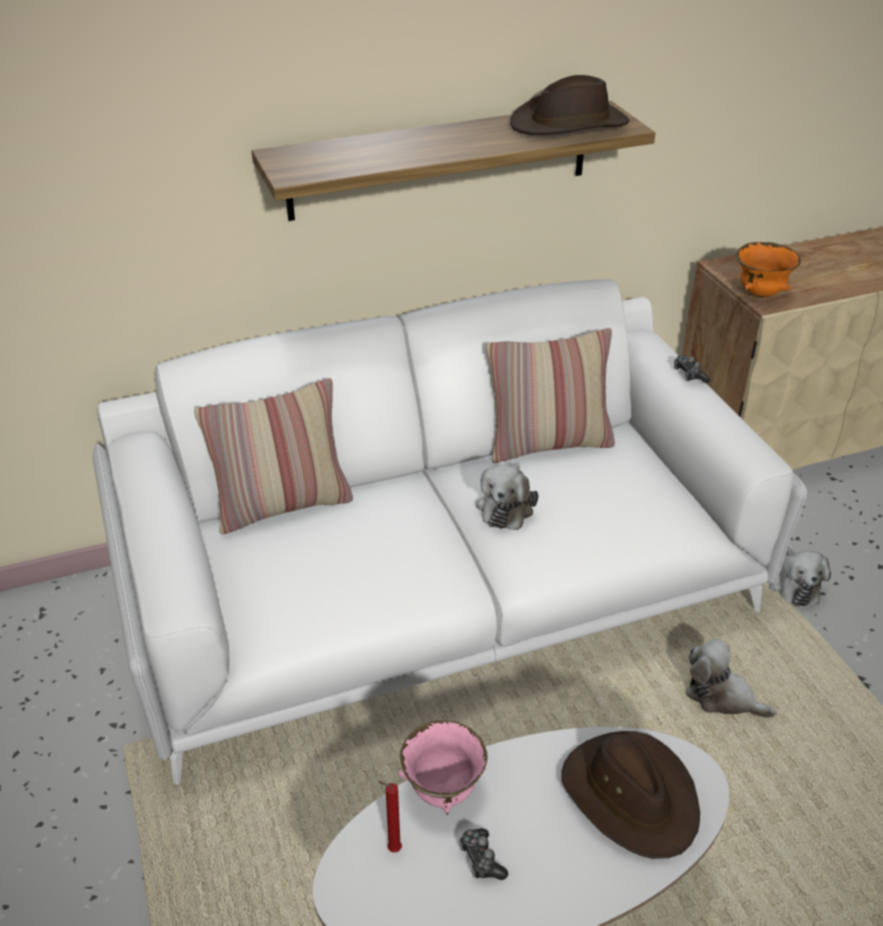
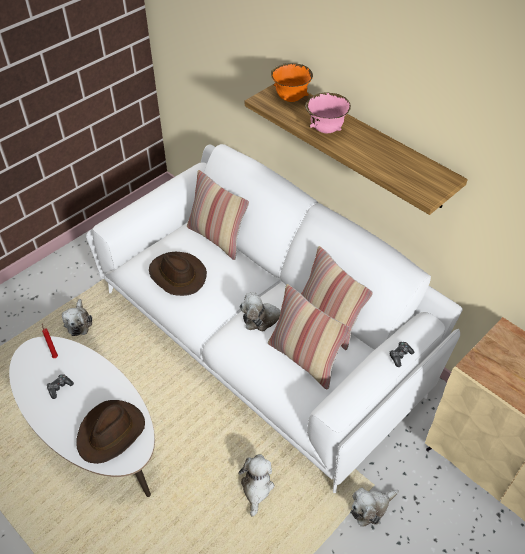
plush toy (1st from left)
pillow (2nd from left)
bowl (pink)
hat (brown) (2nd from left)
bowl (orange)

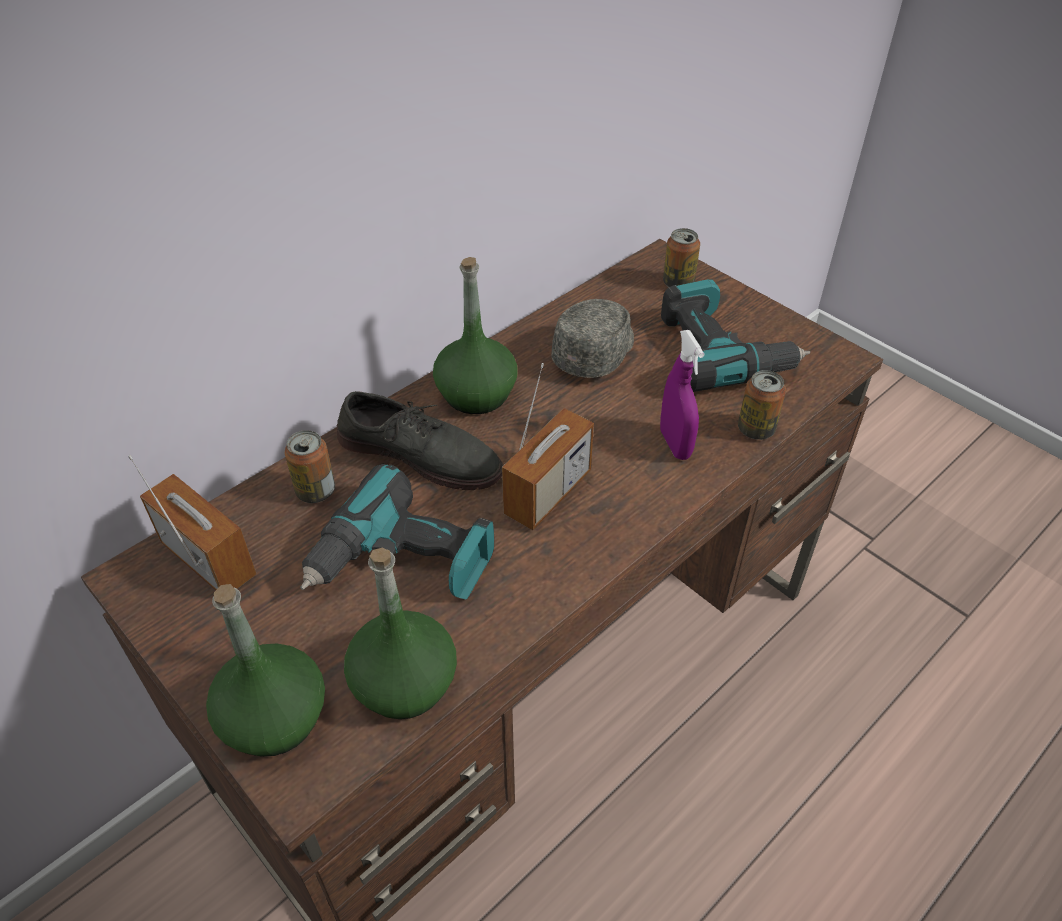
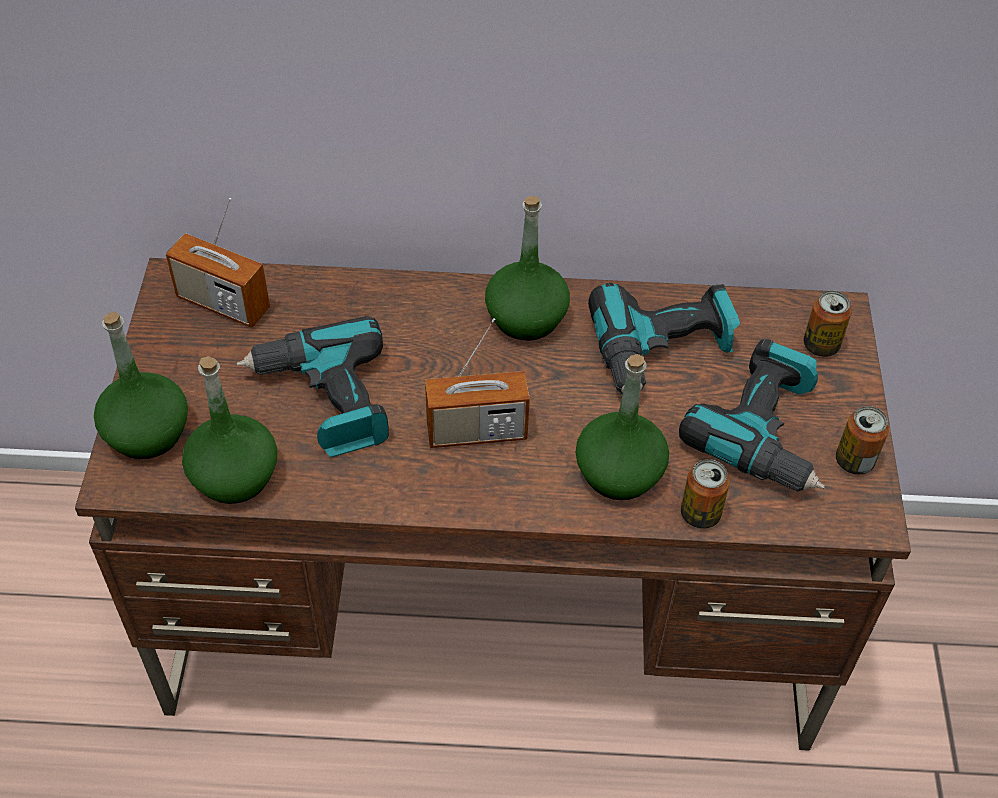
shoe (grey)
can (3rd from left)
power drill (2nd from left)
bottle (green) (4th from left)
radio (1st from left)

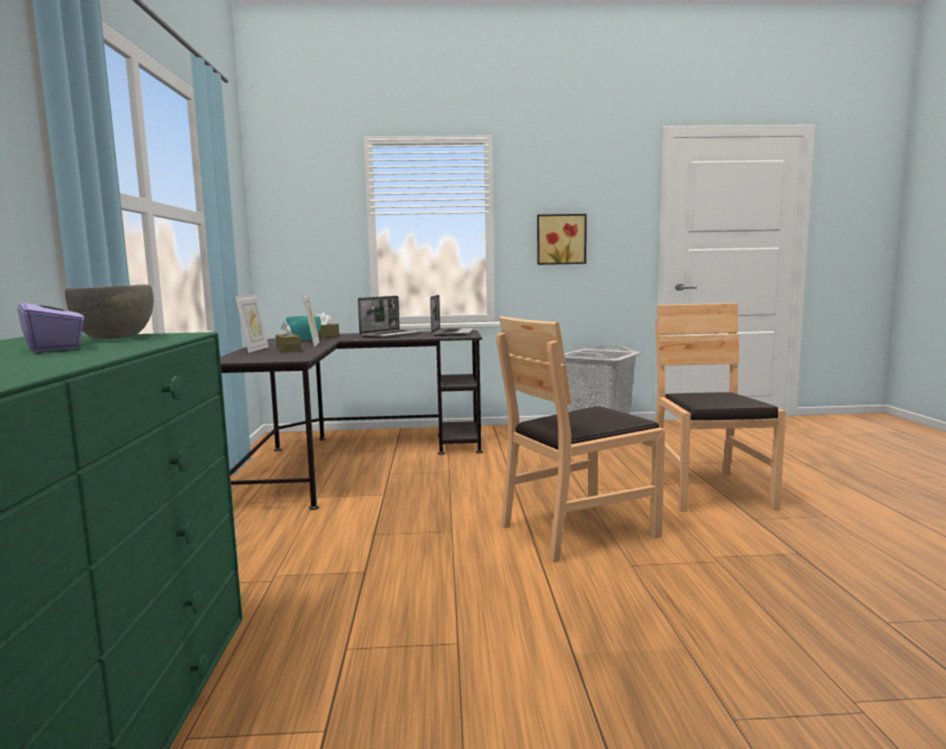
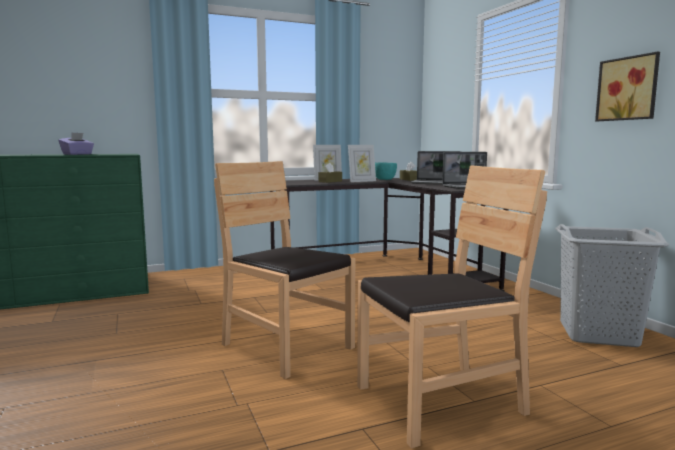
bowl (grey)

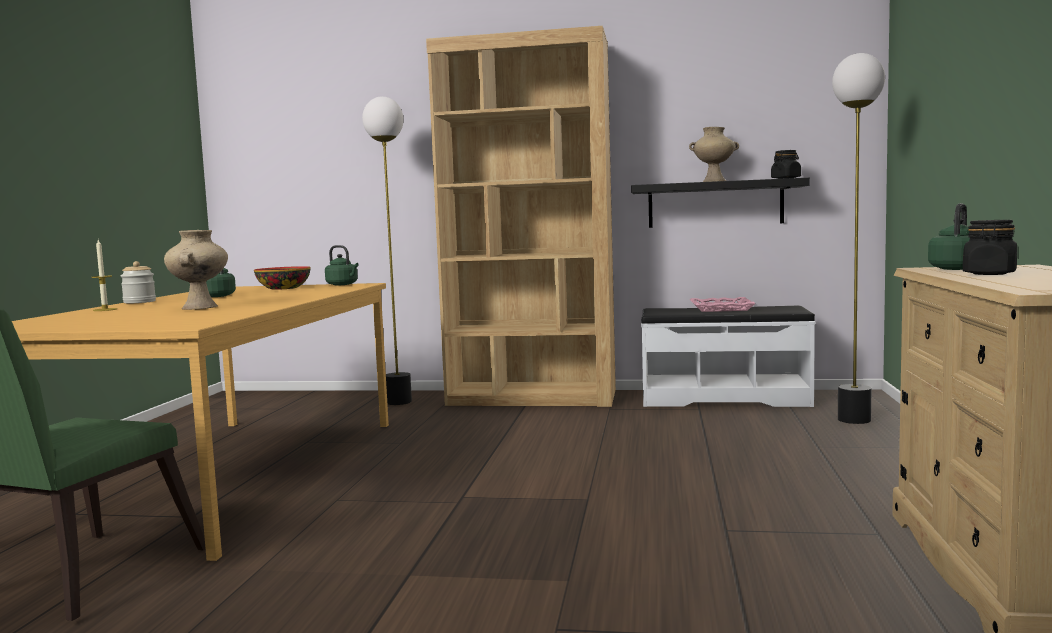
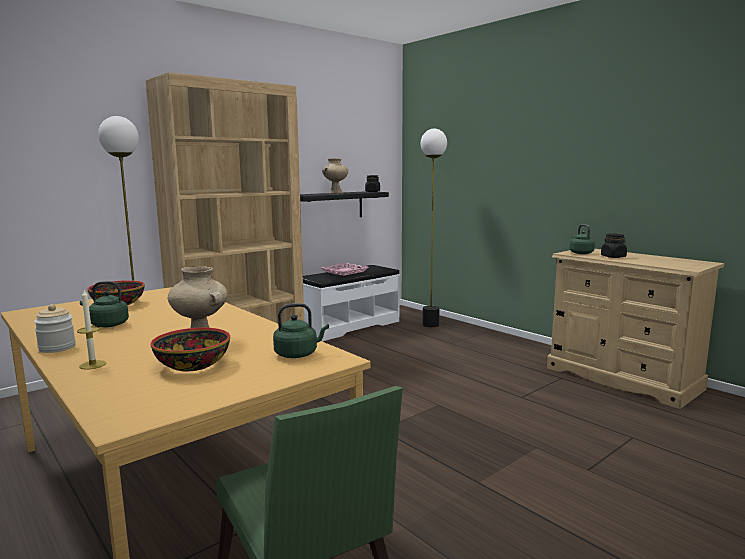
bowl (2nd from left)
kettle (green) (2nd from left)

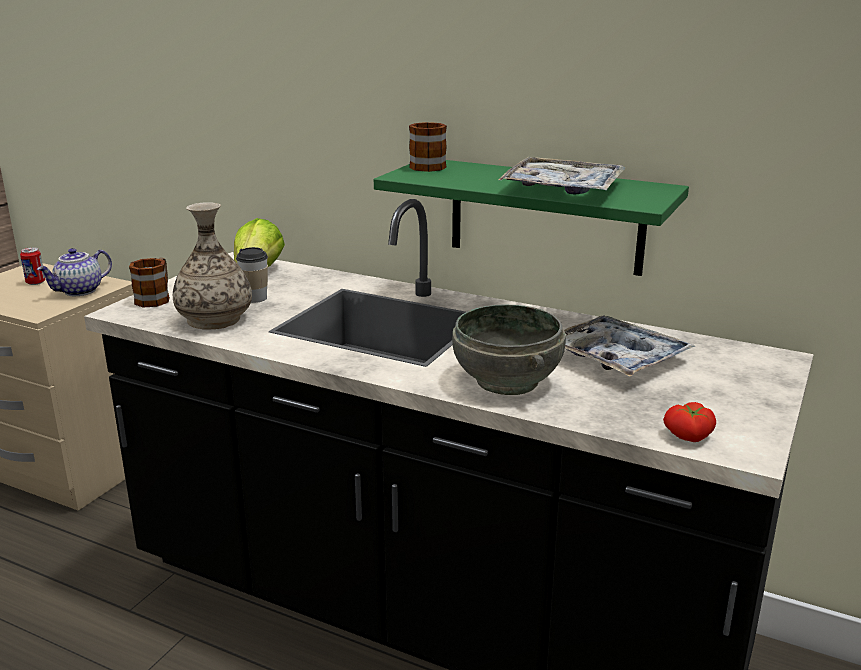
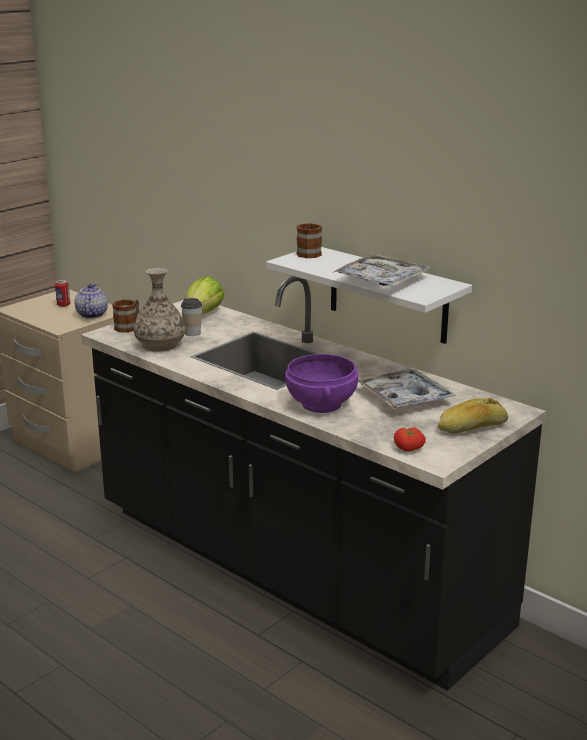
bread
shelf (white)
bowl (purple)
teapot

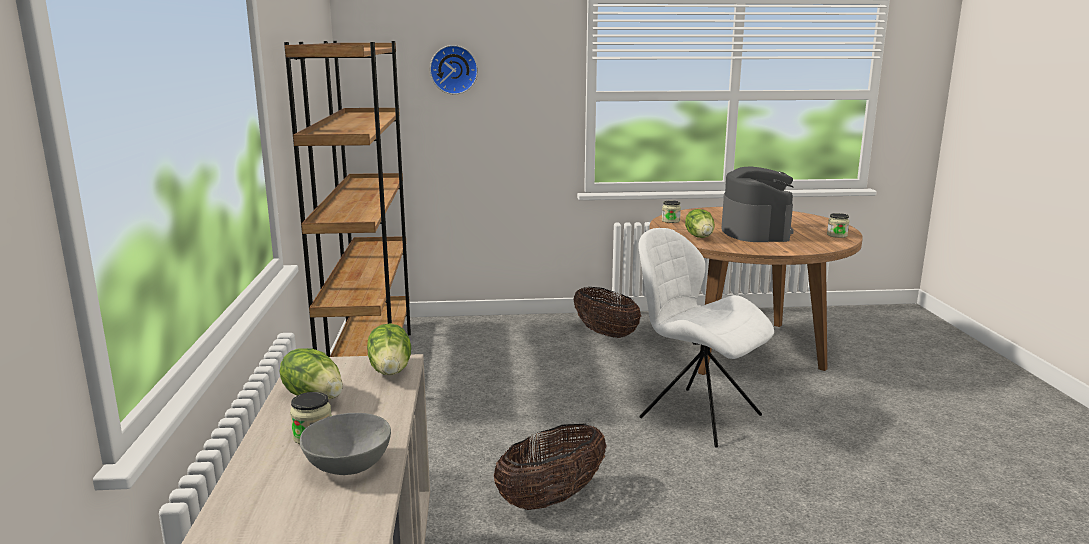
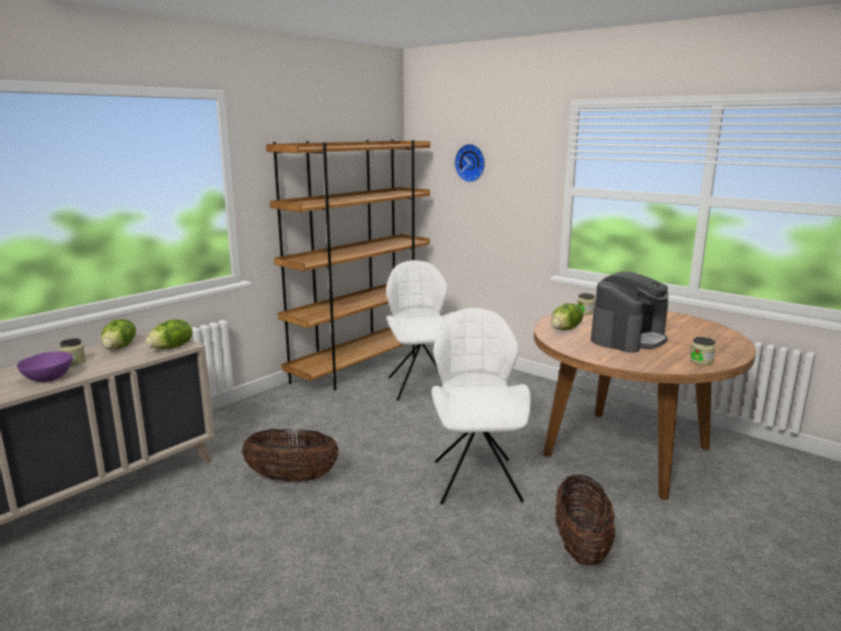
chair (white) (1st from left)
basket (2nd from left)
bowl (purple)

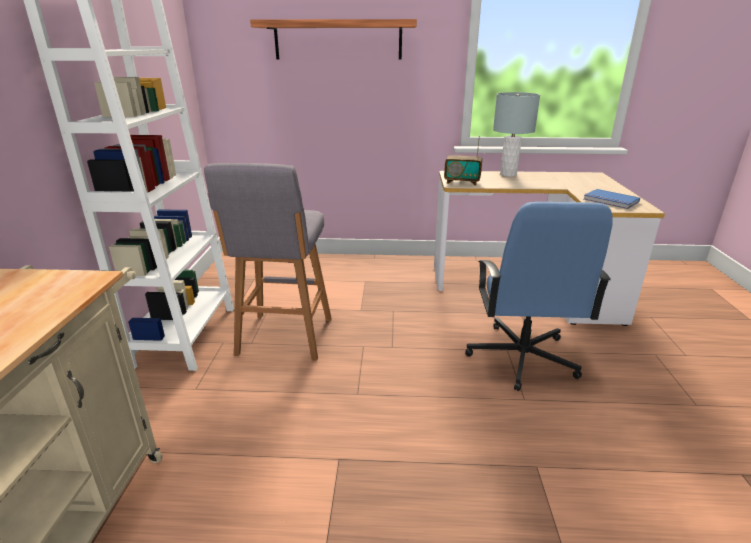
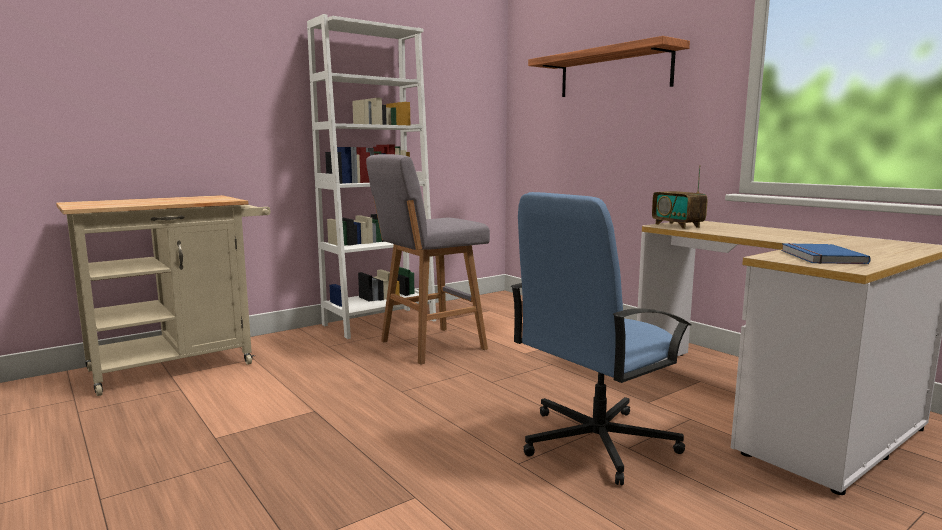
table lamp (grey)

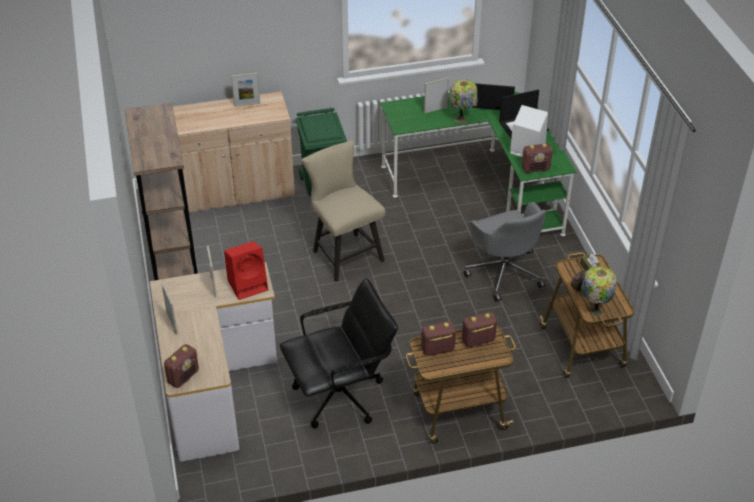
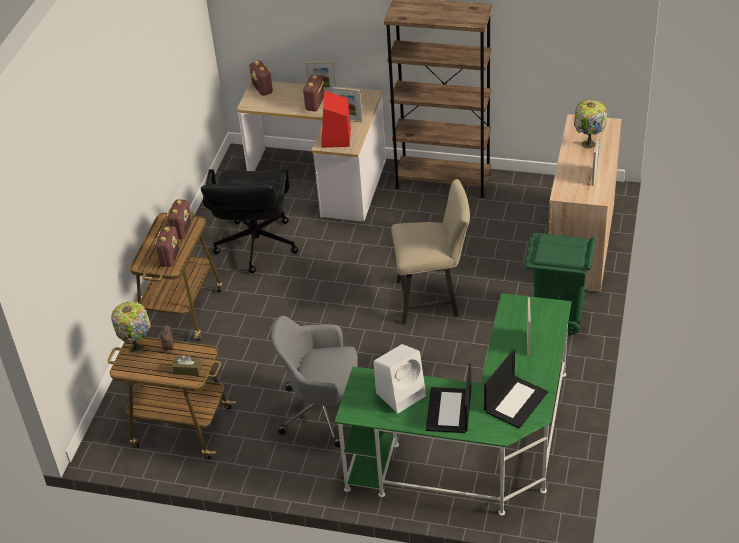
table lamp (2nd from left)
radio (4th from left)

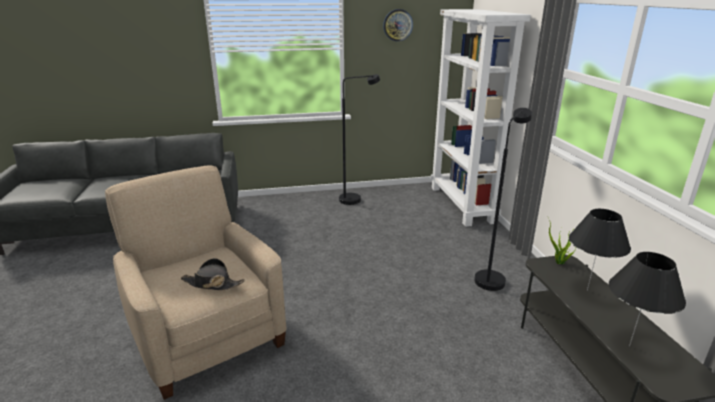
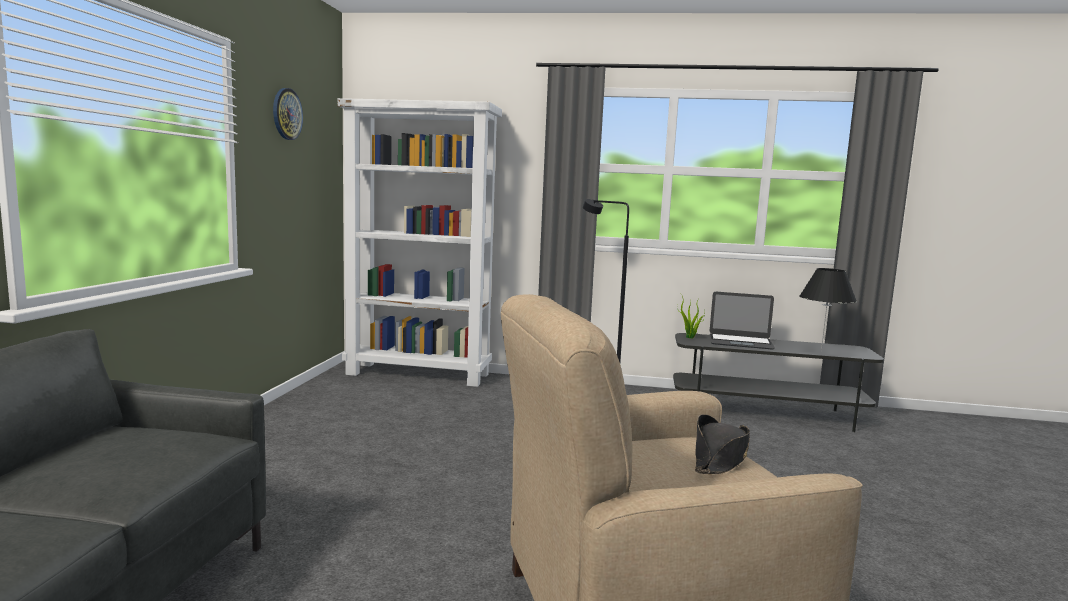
floor lamp (black) (1st from left in the first image)
laptop

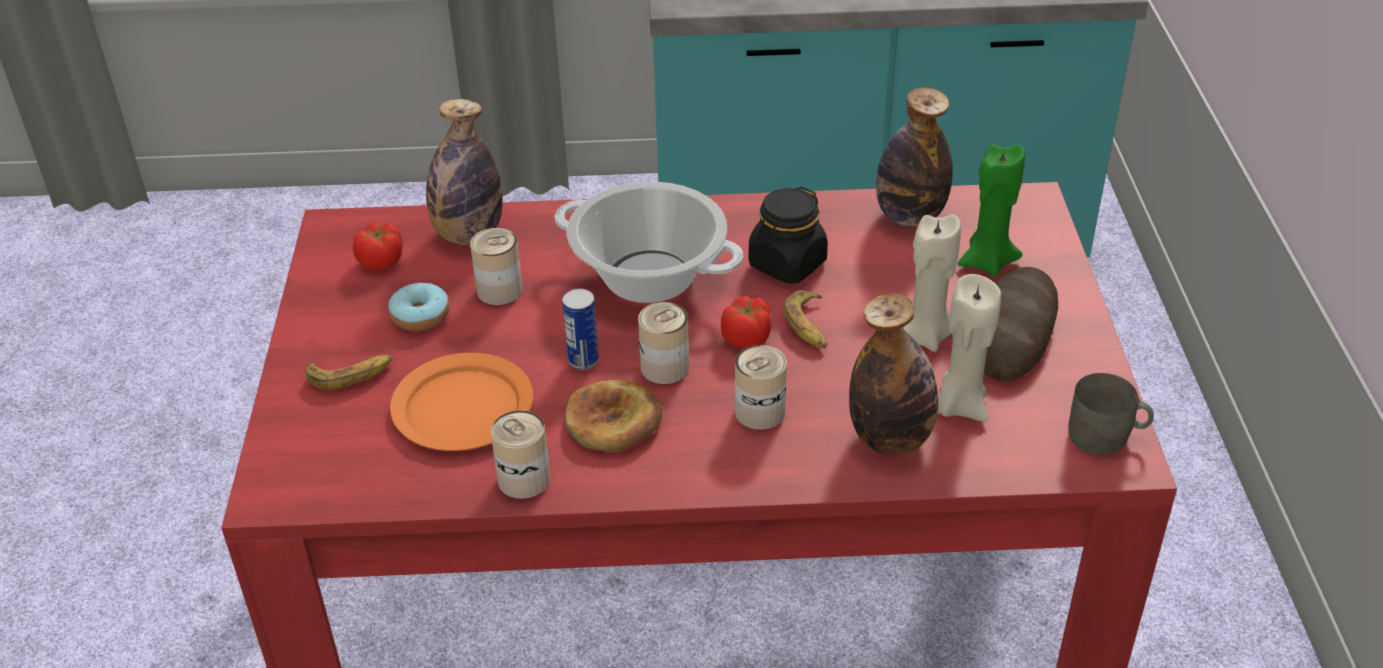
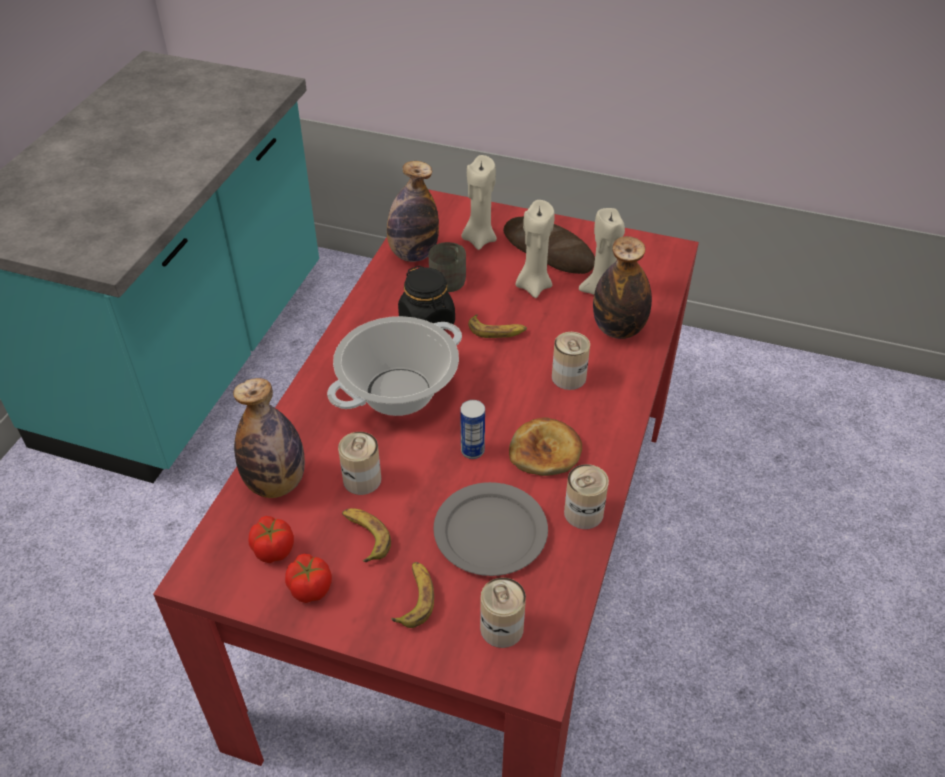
can (3rd from left)
tomato (2nd from left)
mug (grey)
banana (1st from left)
plate (grey)
candle (beige) (1st from left)

